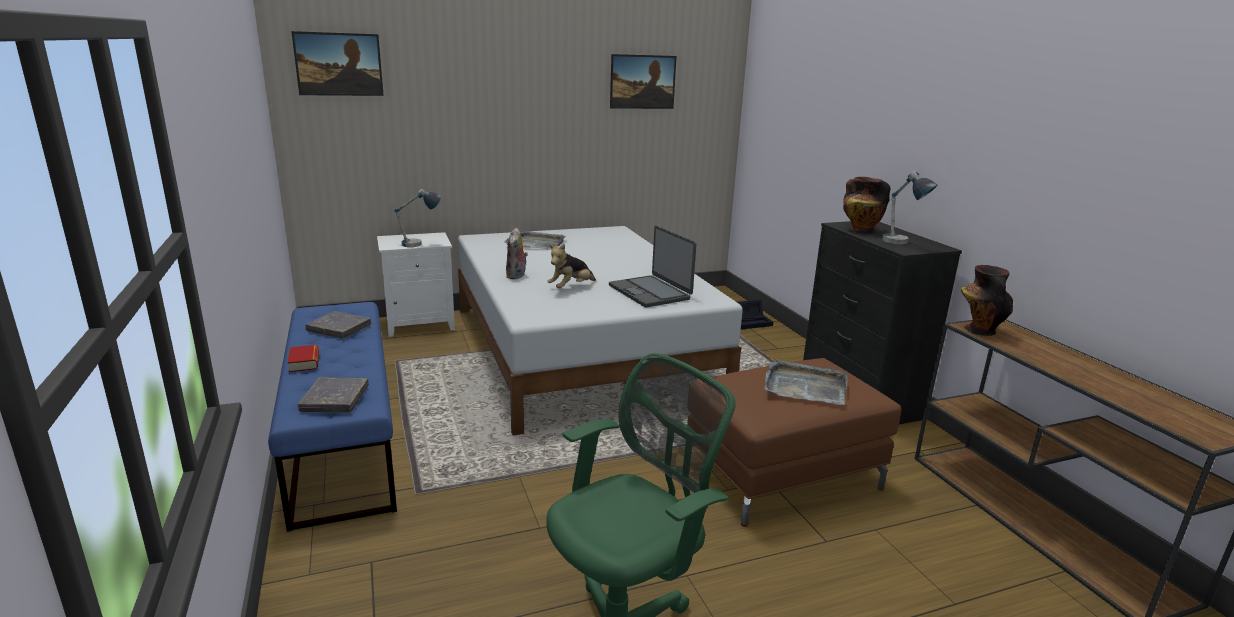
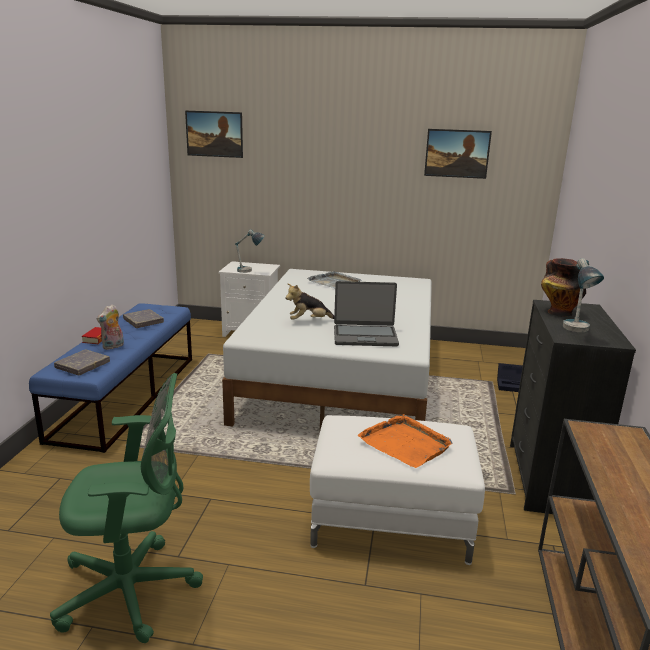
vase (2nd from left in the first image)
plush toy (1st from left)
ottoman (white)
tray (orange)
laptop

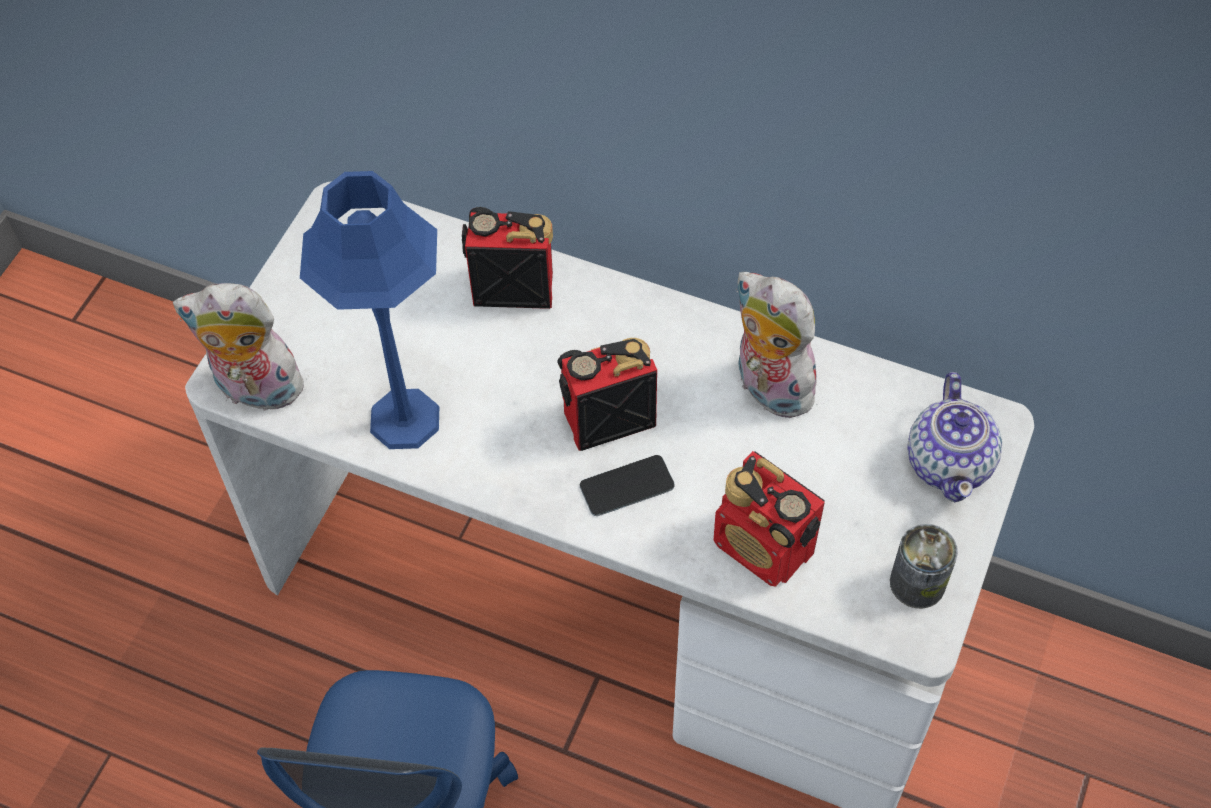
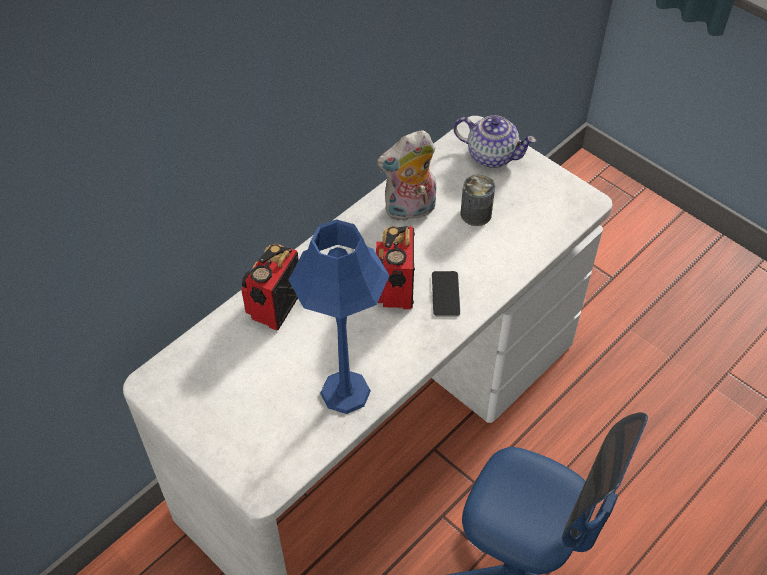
plush toy (1st from left in the first image)
radio (3rd from left in the first image)
can

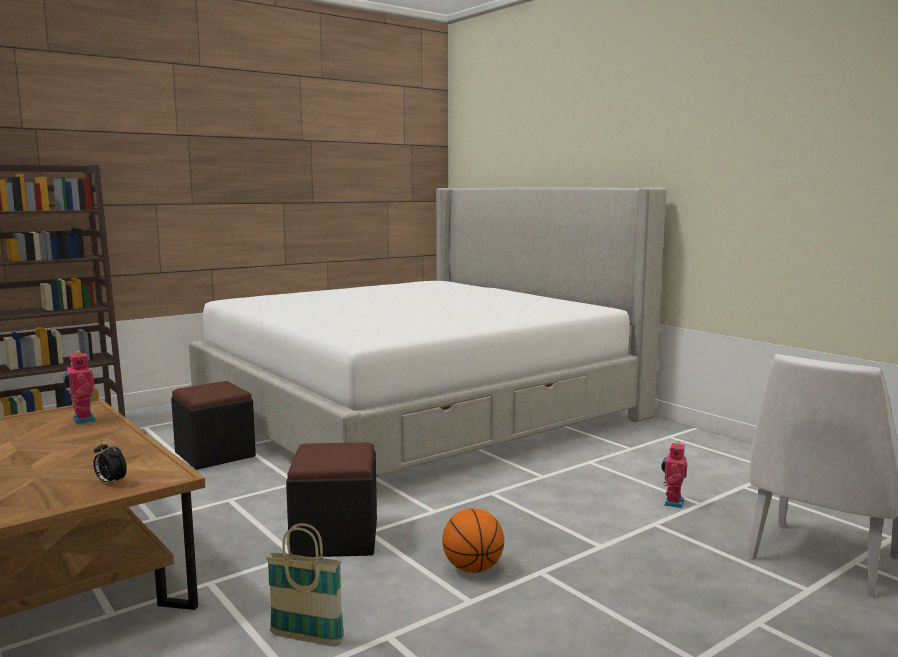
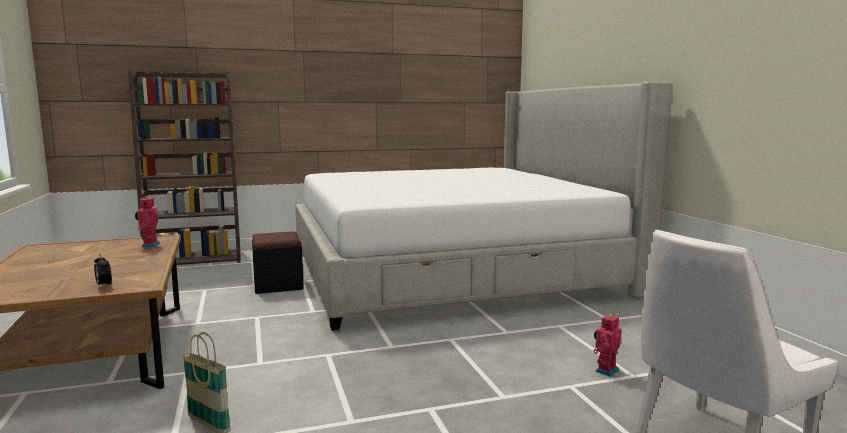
ottoman (black) (2nd from left in the first image)
basketball

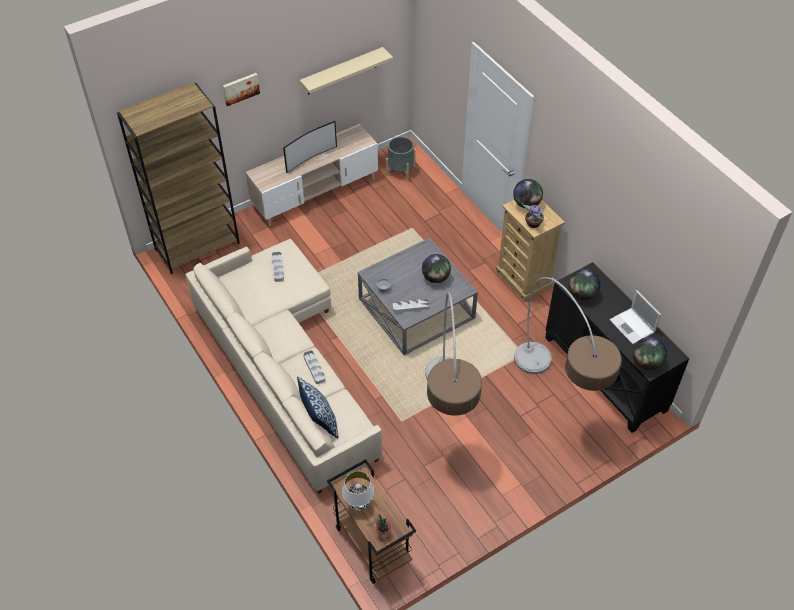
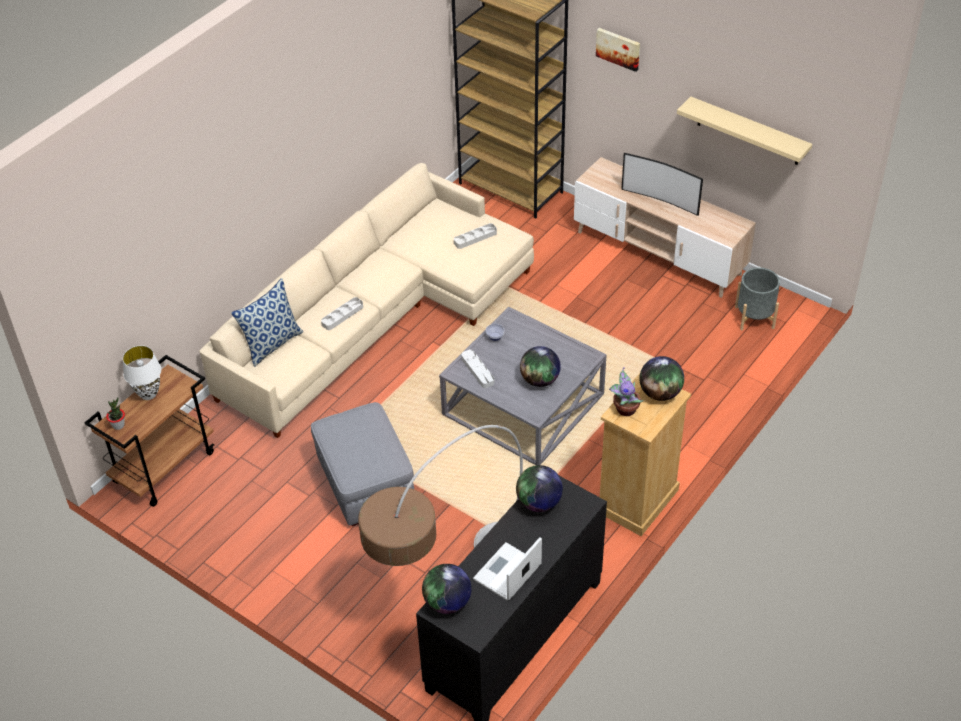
ottoman (grey)

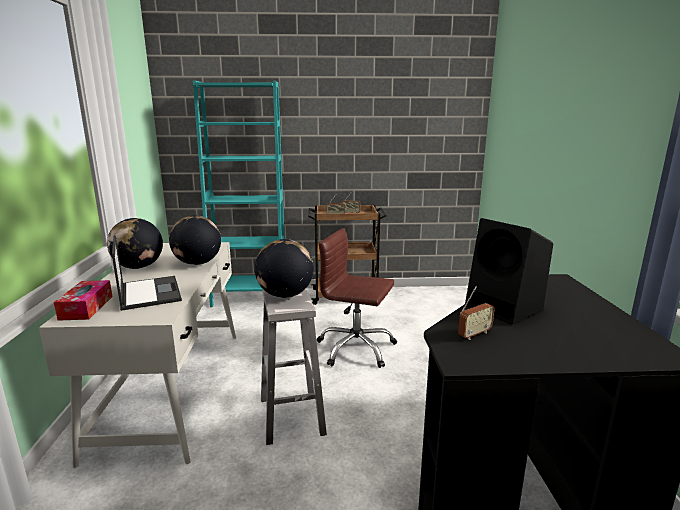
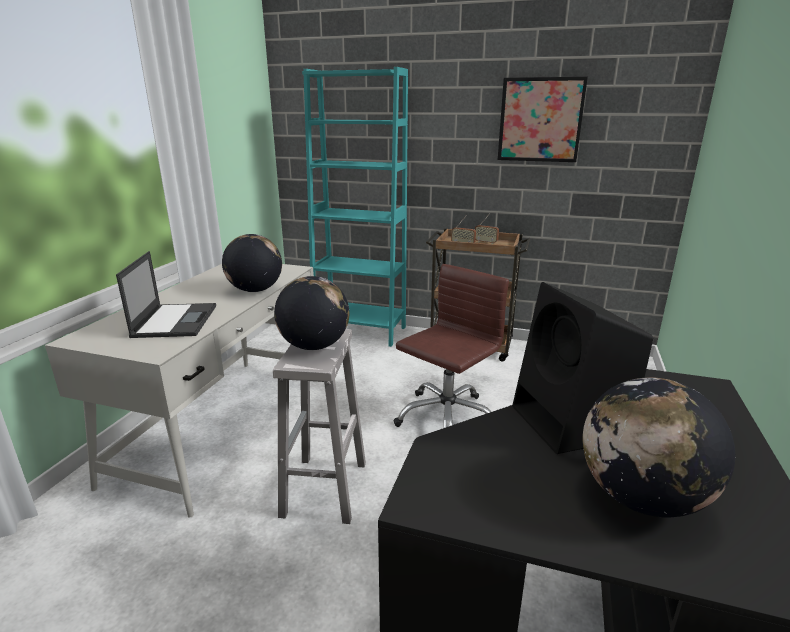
tissue box
radio (3rd from left in the first image)
picture
globe (3rd from left)
office chair (brown)

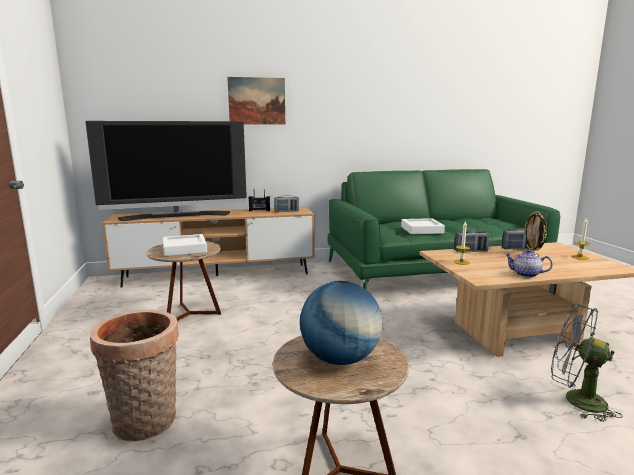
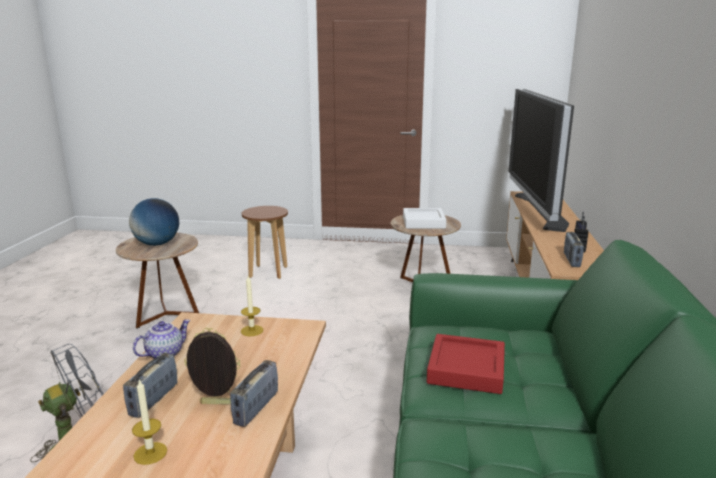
picture
radio (1st from left)
stool (brown)
tray (red)

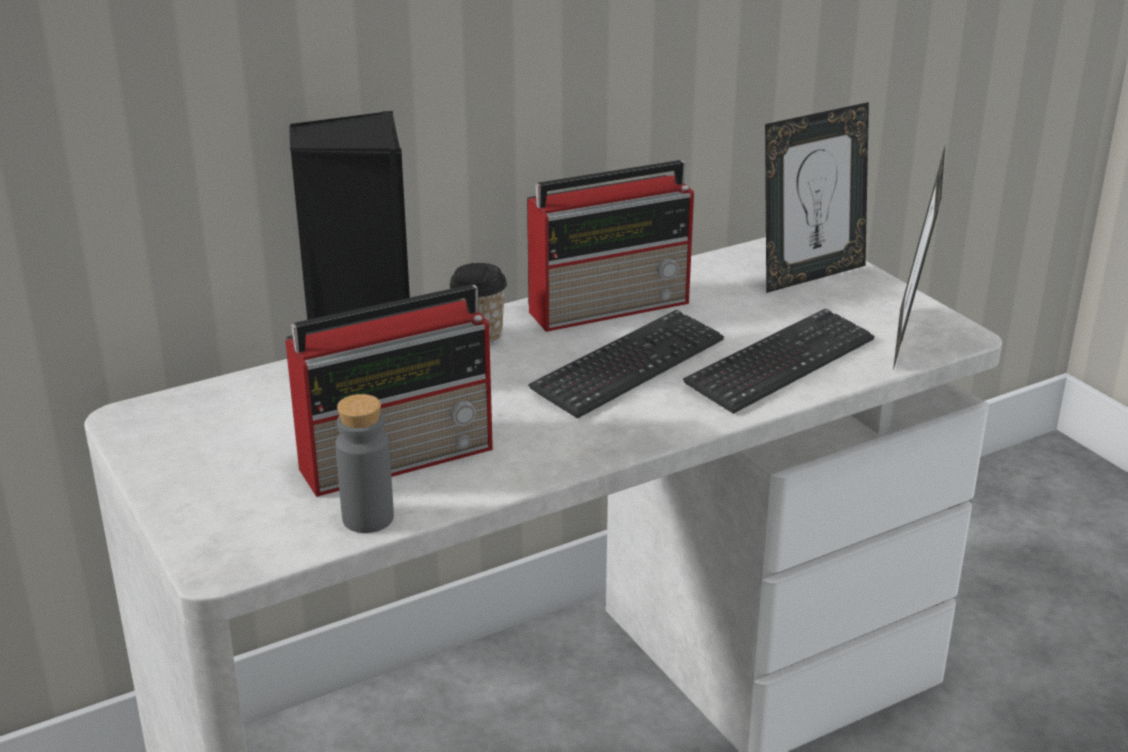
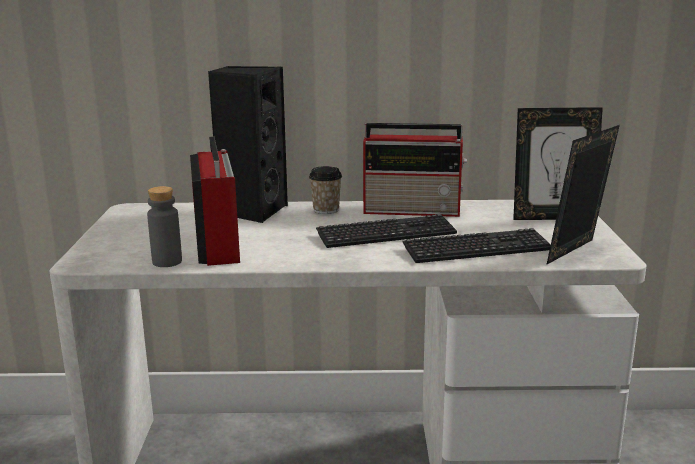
radio (1st from left)

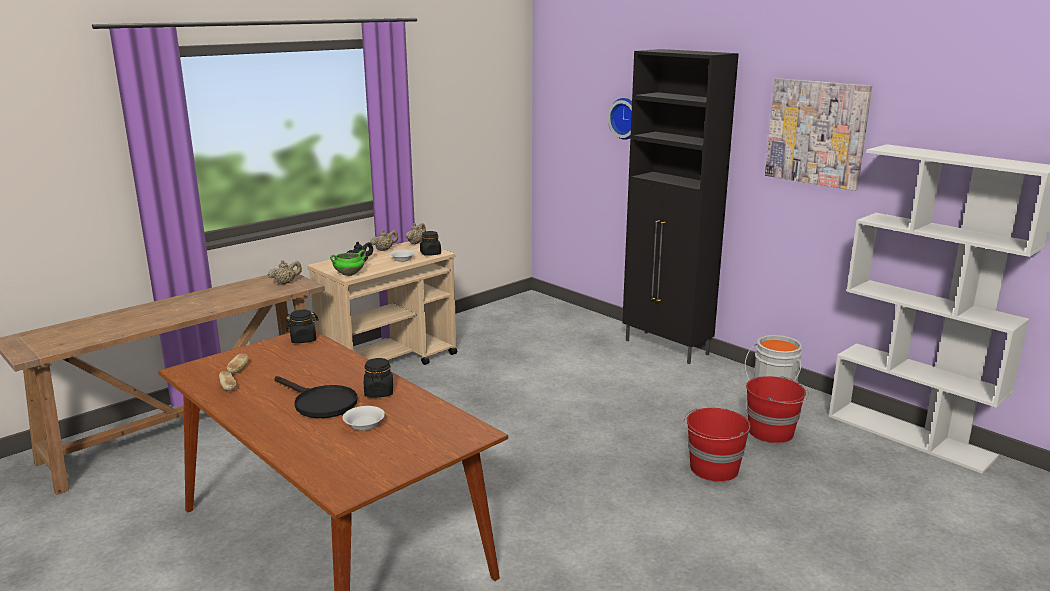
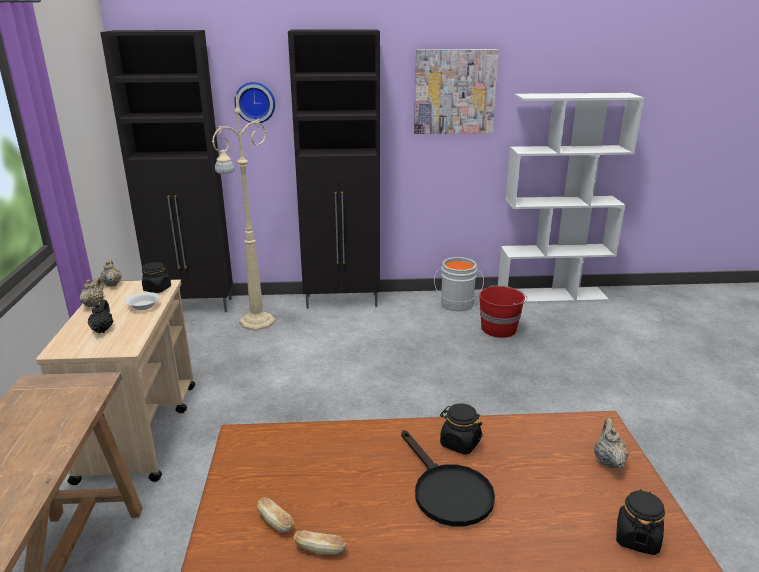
cooking pot (green)
bowl (white) (1st from left in the first image)
bucket (red) (1st from left in the first image)
cabinet (black) (1st from left)
floor lamp (beige)
teapot (beige) (3rd from left)
jar (black) (3rd from left)
frying pan (black)

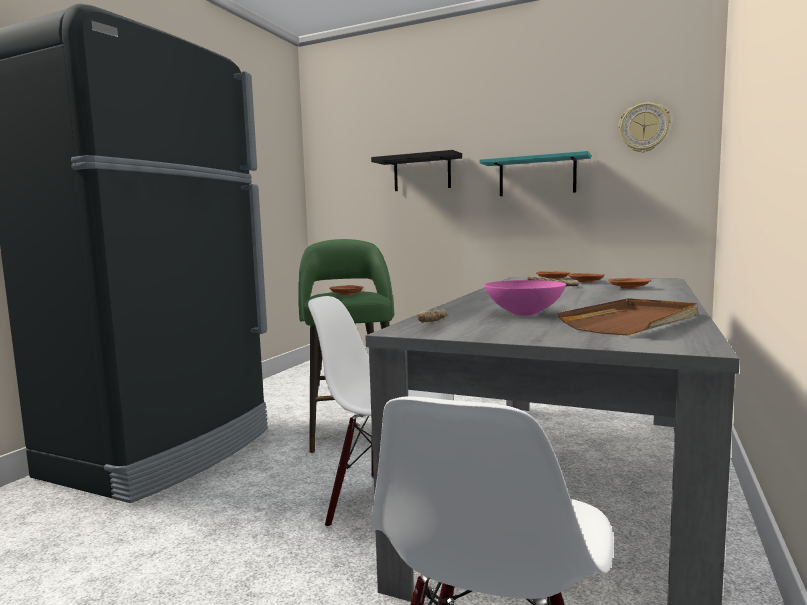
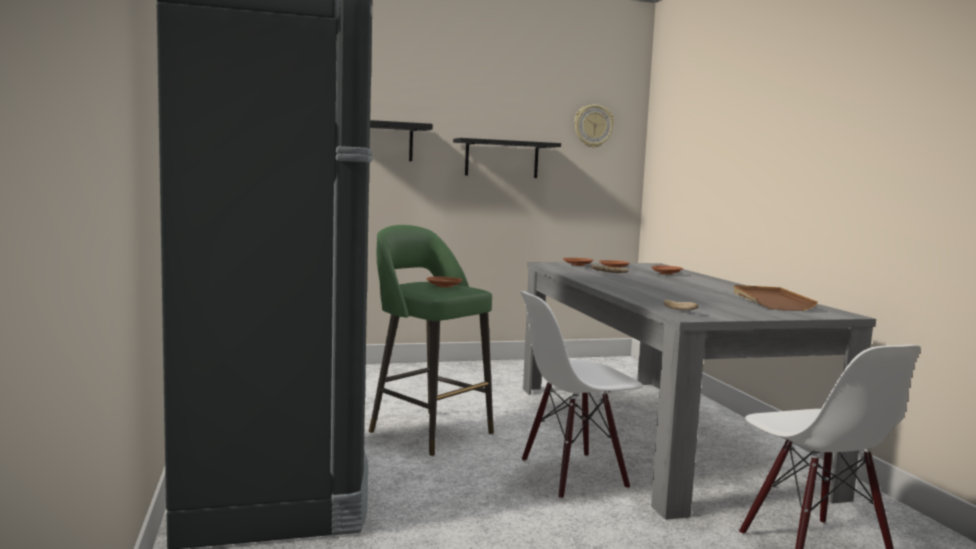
bowl (pink)
shelf (black) (2nd from left)

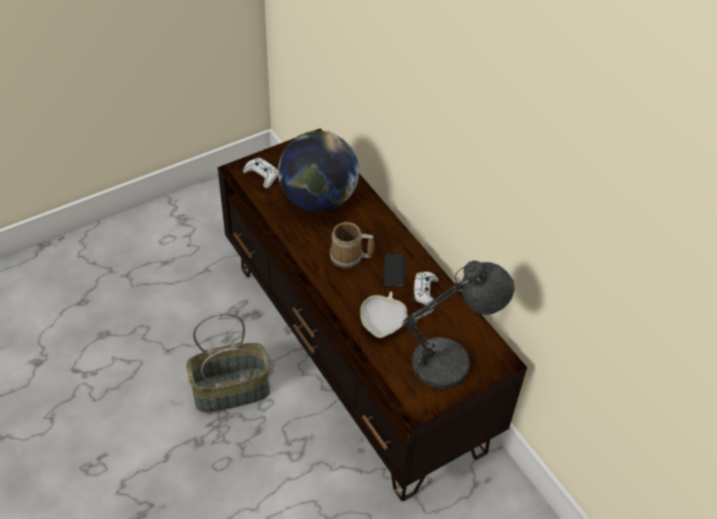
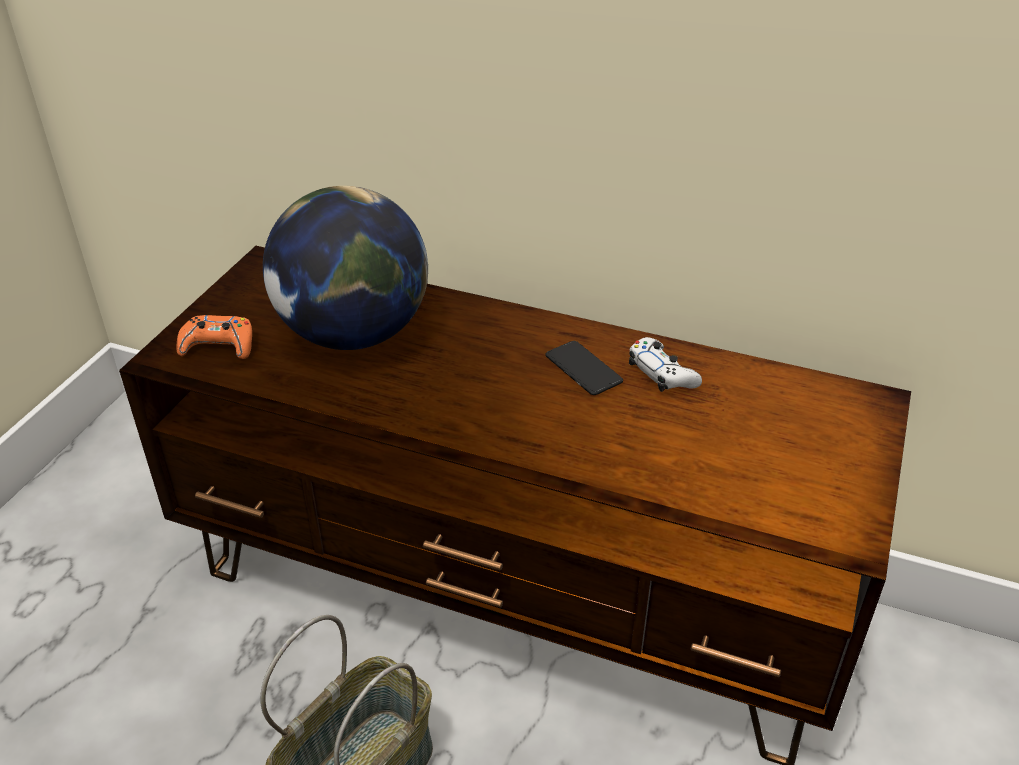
mug
bowl (white)
table lamp (grey)
game controller (orange)

